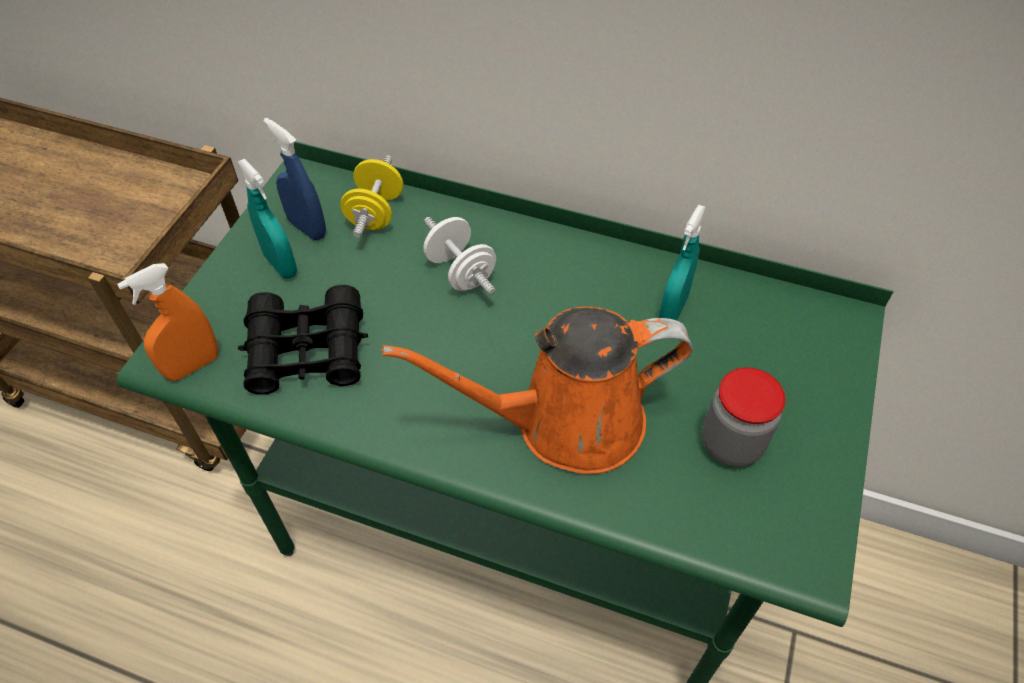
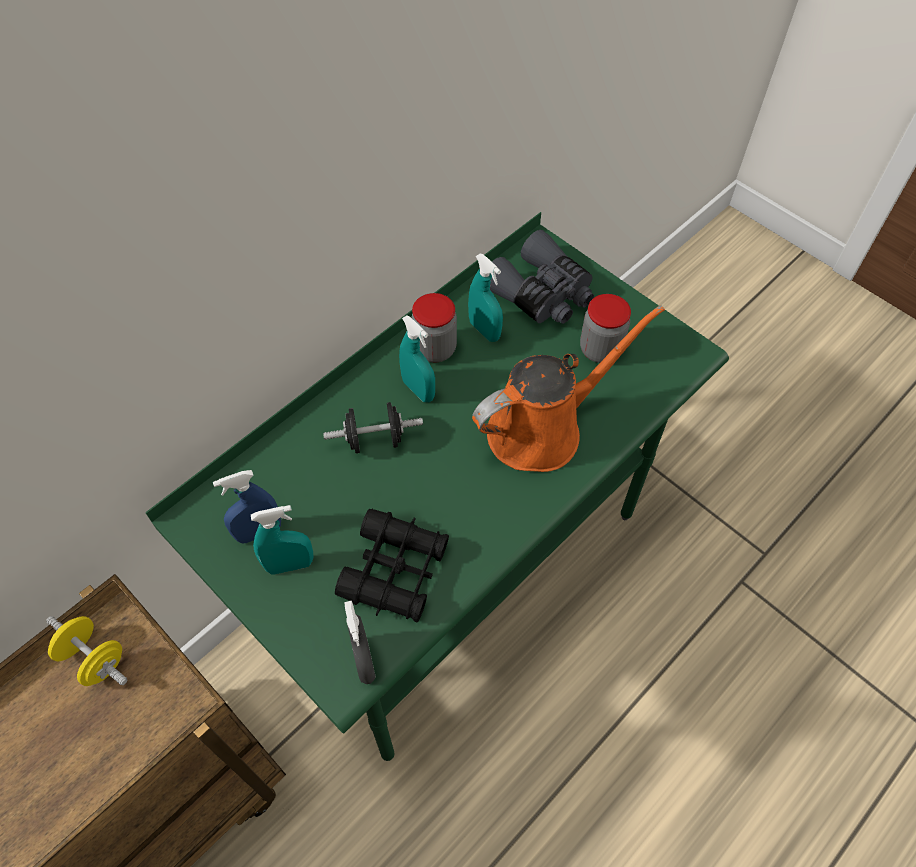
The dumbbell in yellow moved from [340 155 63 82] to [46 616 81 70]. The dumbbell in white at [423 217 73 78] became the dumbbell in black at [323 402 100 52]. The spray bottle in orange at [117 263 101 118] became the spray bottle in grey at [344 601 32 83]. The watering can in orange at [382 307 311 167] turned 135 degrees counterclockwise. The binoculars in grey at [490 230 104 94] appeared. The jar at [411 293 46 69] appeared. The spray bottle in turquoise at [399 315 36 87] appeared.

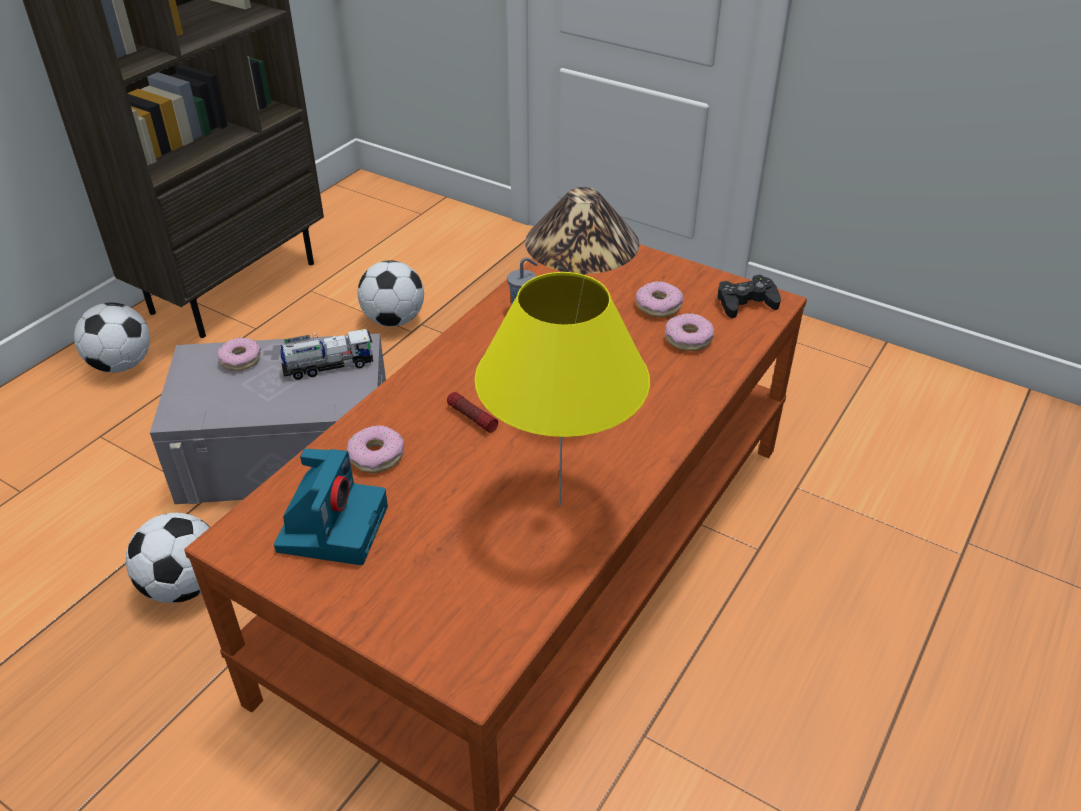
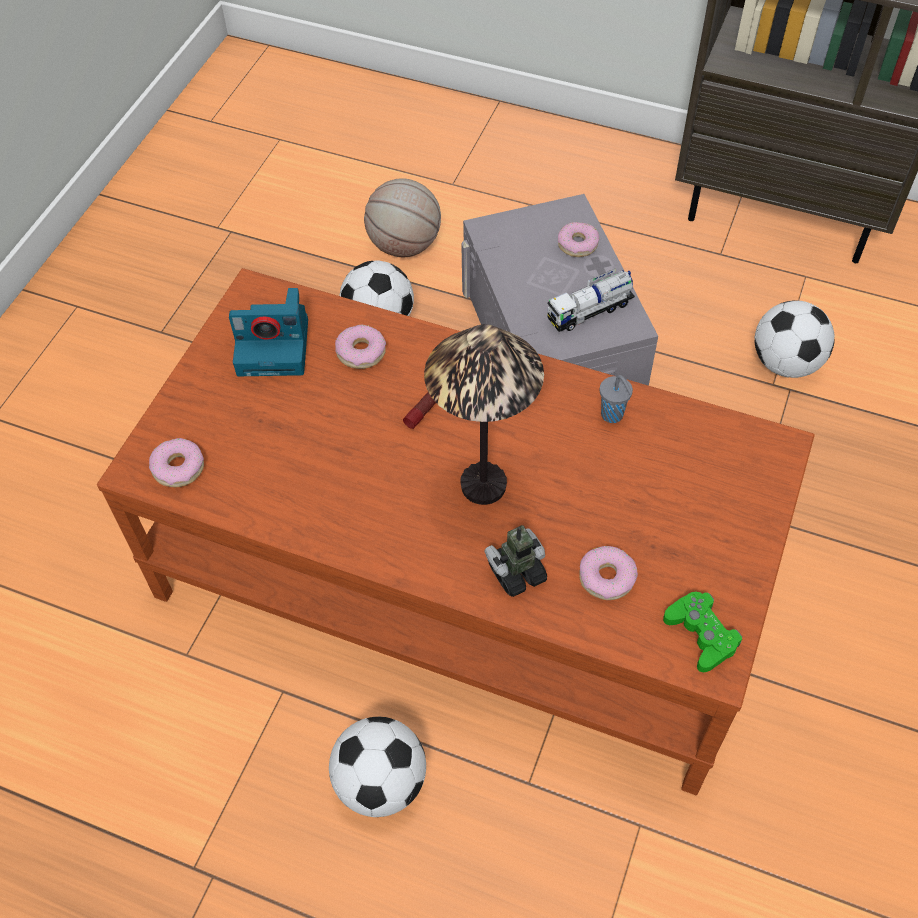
The table lamp in yellow at [475 272 175 233] disappeared. The game controller in black at [718 275 63 43] became the game controller in green at [663 592 79 80]. The donut moved from [636 281 47 36] to [149 438 55 49]. The football moved from [74 303 76 70] to [329 717 97 100]. The toy truck at [281 329 92 51] turned 90 degrees clockwise. The basketball at [364 178 77 79] appeared. The toy robot at [484 525 63 72] appeared.

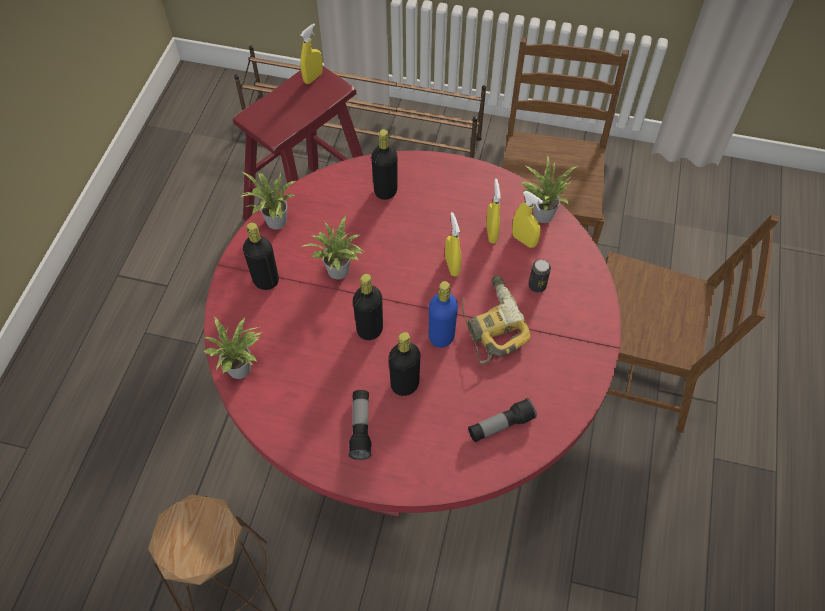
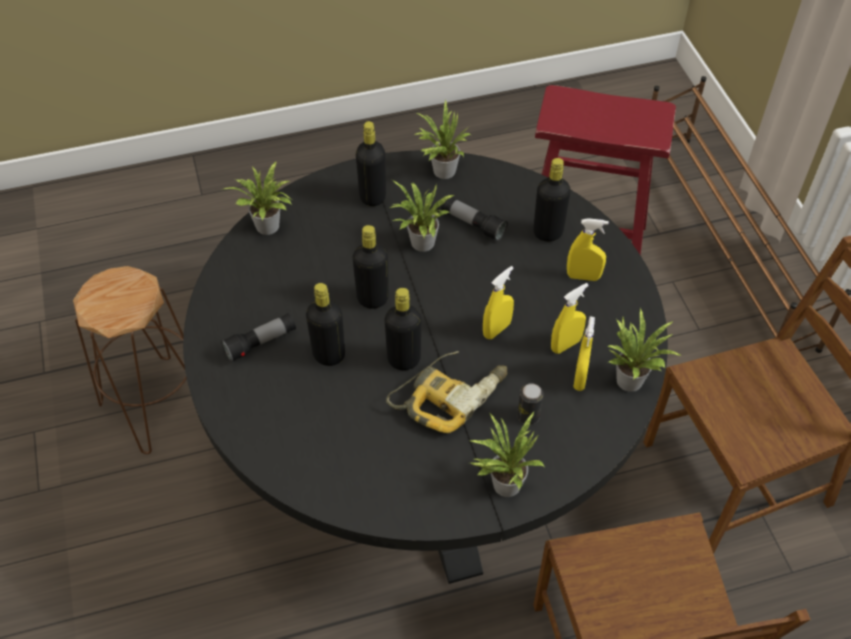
The spray bottle in yellow moved from [300 23 23 61] to [567 218 42 63]. The dining table in red at [204 150 417 368] became the dining table in black at [183 151 485 433]. The bottle in blue at [429 281 29 67] became the bottle in black at [385 288 36 82]. The flashlight moved from [468 398 69 44] to [441 197 67 44]. The potted plant at [468 412 77 85] appeared.

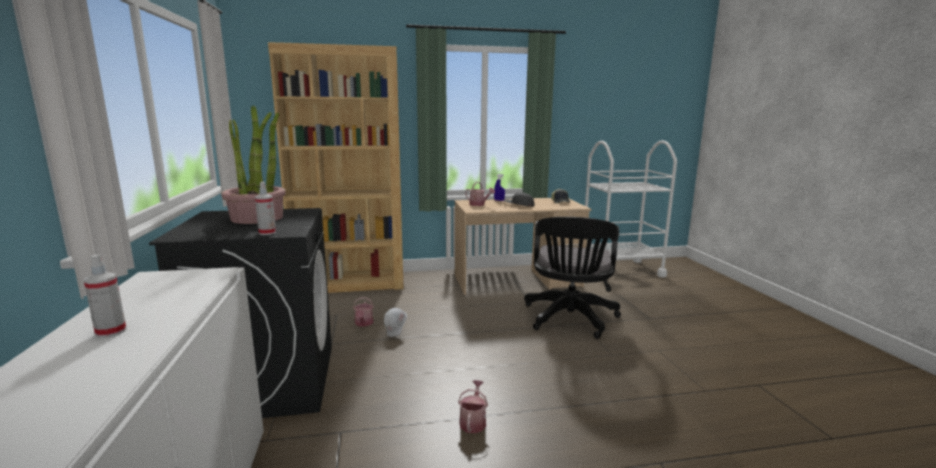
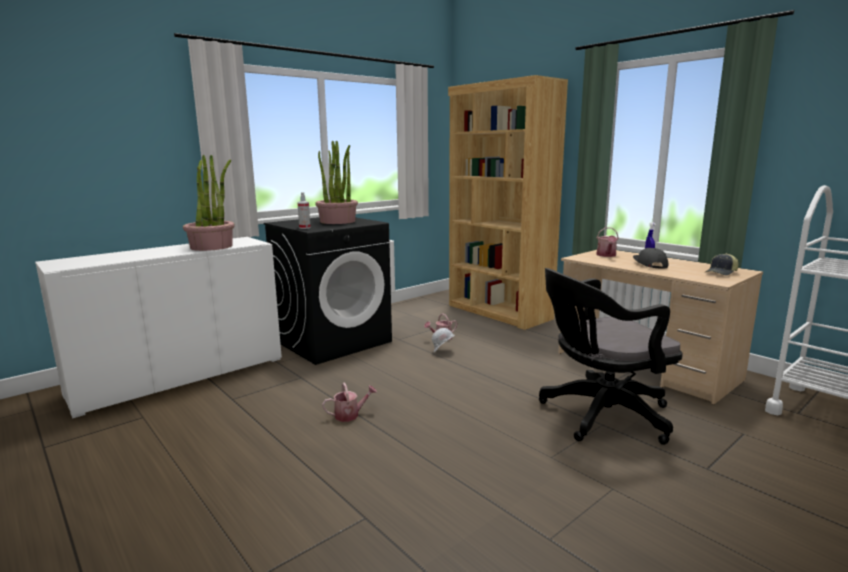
The spray bottle at [84 255 42 83] disappeared. The potted plant at [183 155 52 96] appeared.

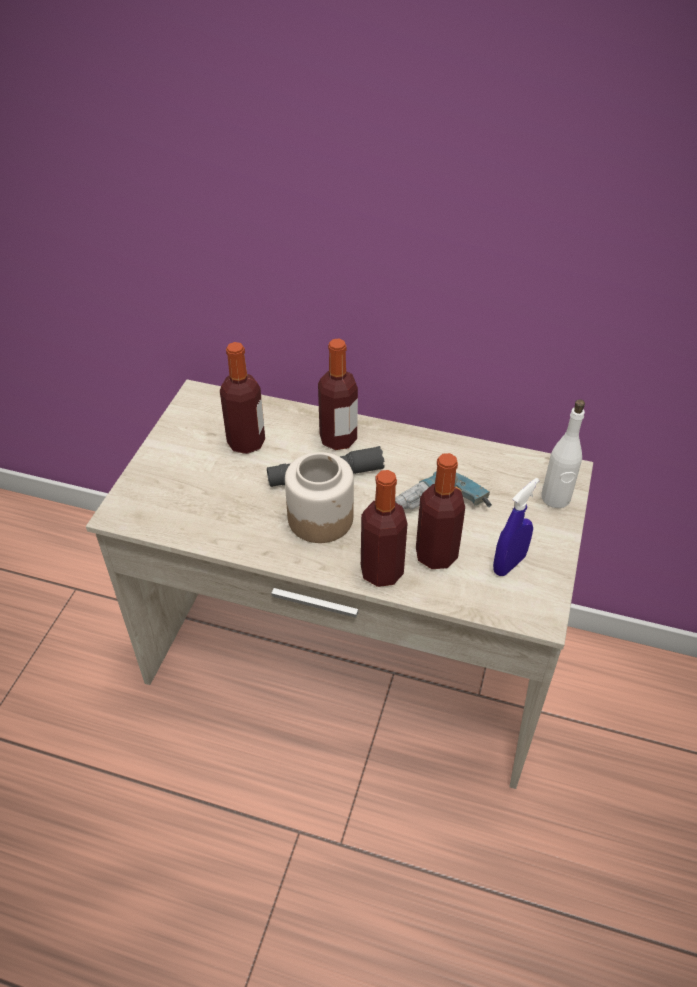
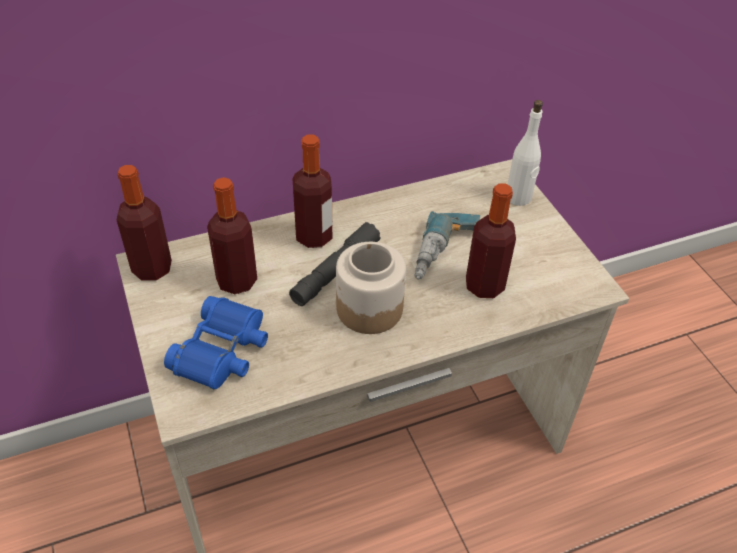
The bottle moved from [361 470 47 117] to [117 165 55 116]. The spray bottle in blue at [493 478 46 98] disappeared. The binoculars in blue at [164 296 104 93] appeared.

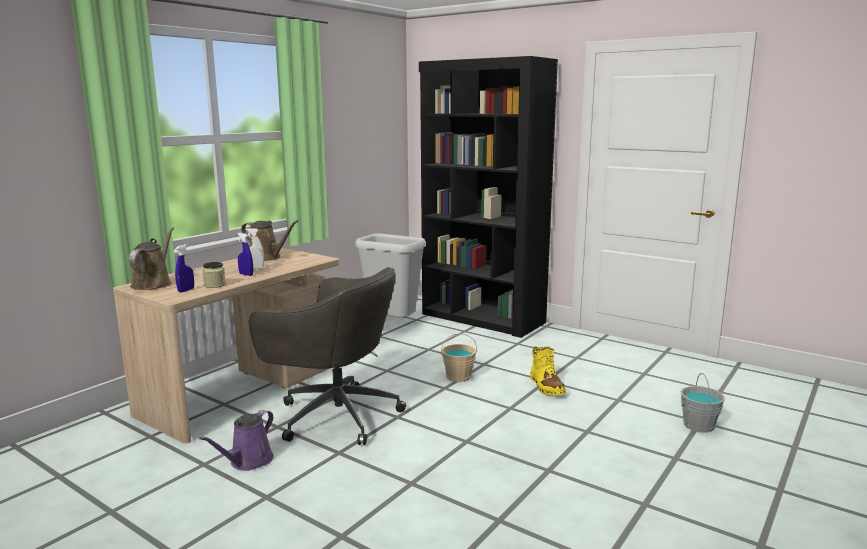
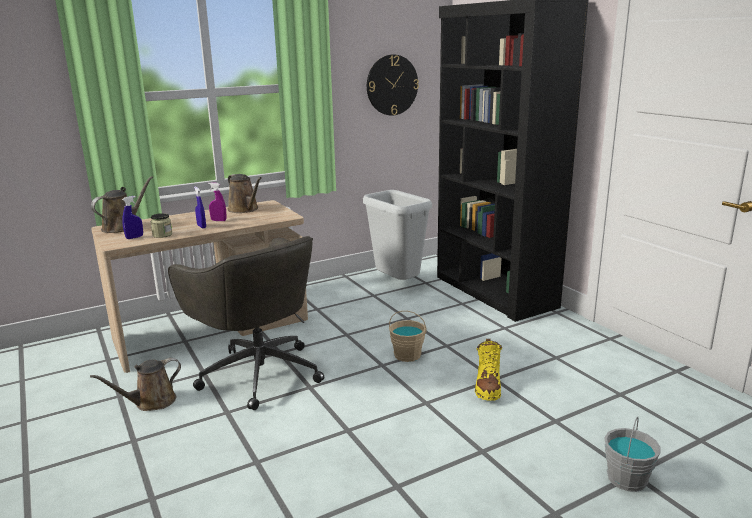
The spray bottle in white at [245 228 19 41] became the spray bottle in purple at [208 182 18 39]. The watering can in purple at [199 410 75 61] became the watering can in brown at [90 358 91 53]. The wall clock at [367 55 52 60] appeared.

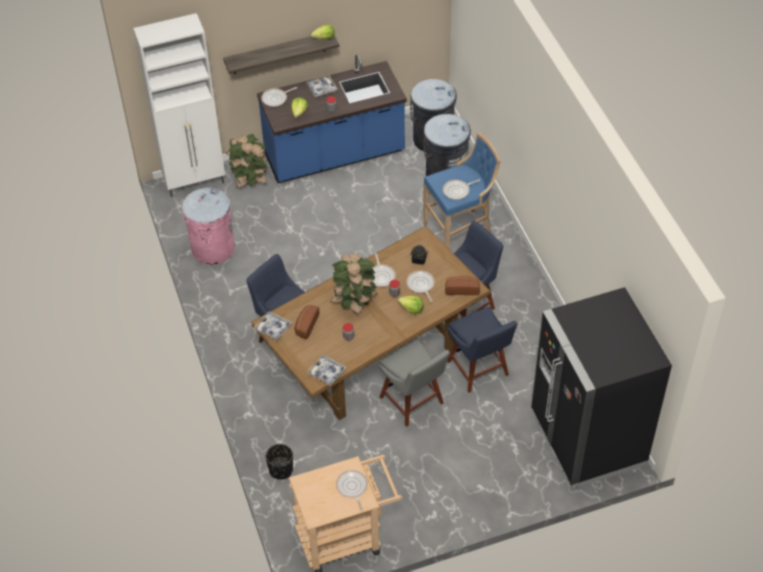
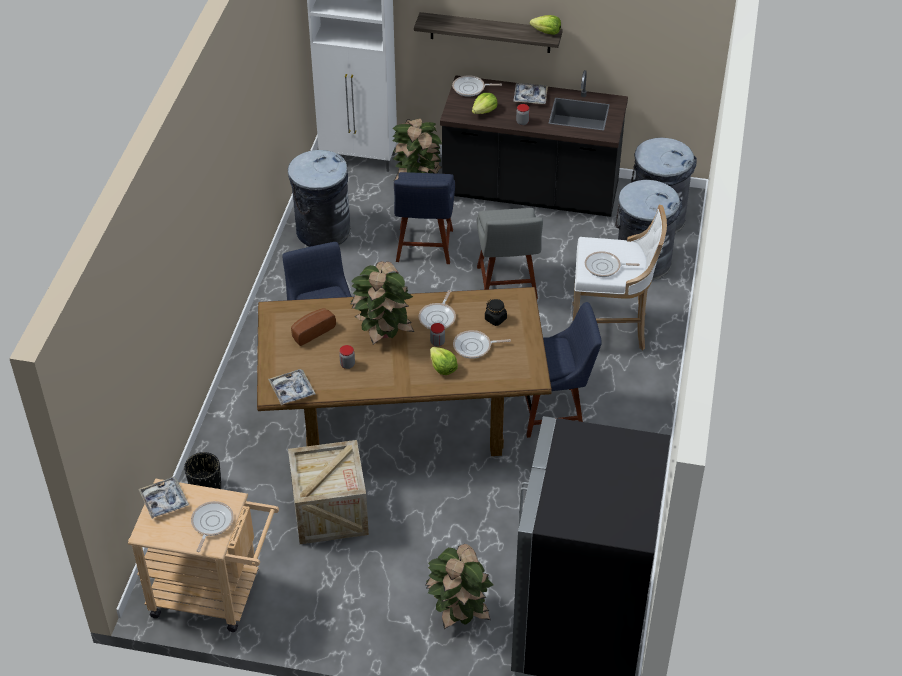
The counter in blue at [257 55 150 128] became the counter in black at [440 70 188 147]. The stool in blue at [423 133 78 116] became the stool in white at [572 205 95 145]. The trash can in pink at [182 188 53 77] became the trash can in grey at [288 150 63 97]. The frying pan at [406 271 29 31] turned 105 degrees counterclockwise. The bread at [445 276 35 19] disappeared. The chair in blue moved from [447 306 70 87] to [394 172 61 92]. The tray moved from [253 311 39 30] to [138 477 51 42]. The chair in grey moved from [378 337 72 90] to [477 208 66 91]. The crate at [288 440 81 104] appeared. The potted plant at [425 544 68 85] appeared.

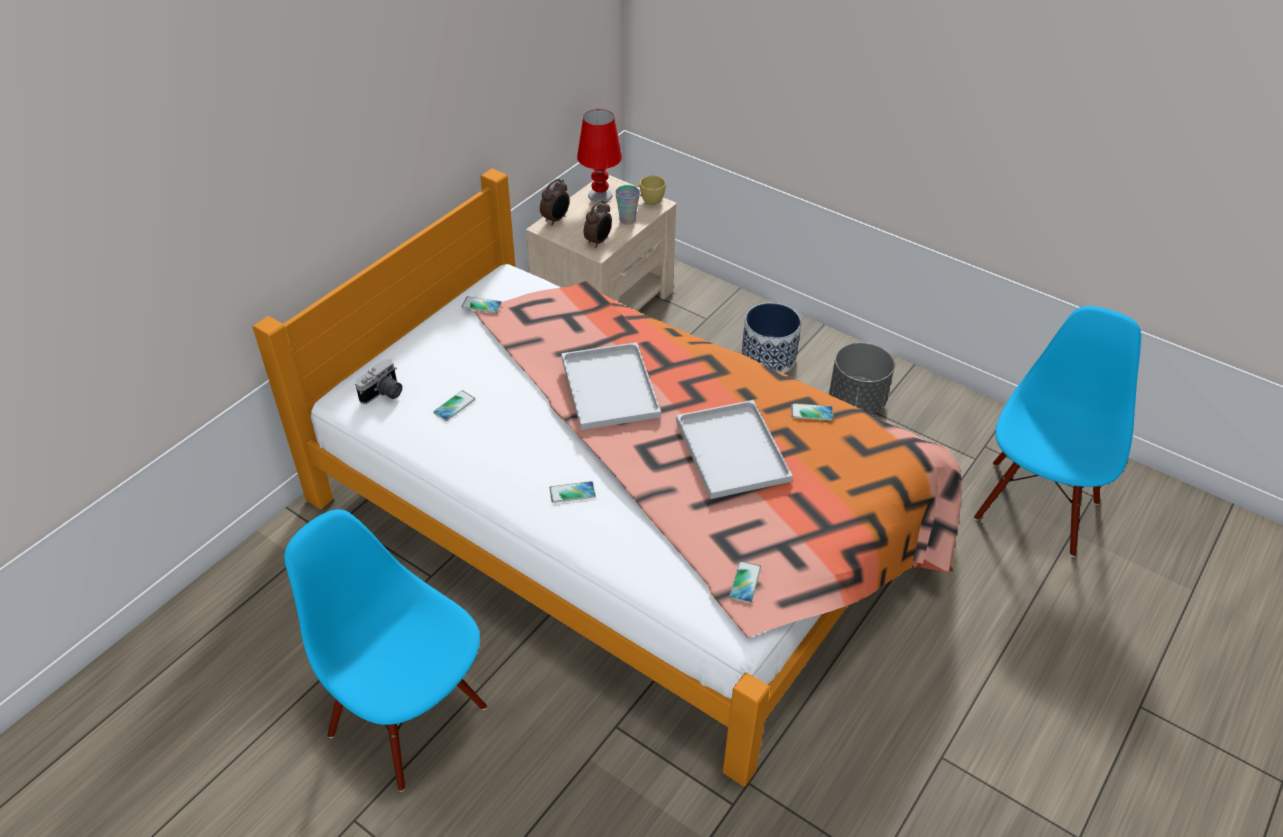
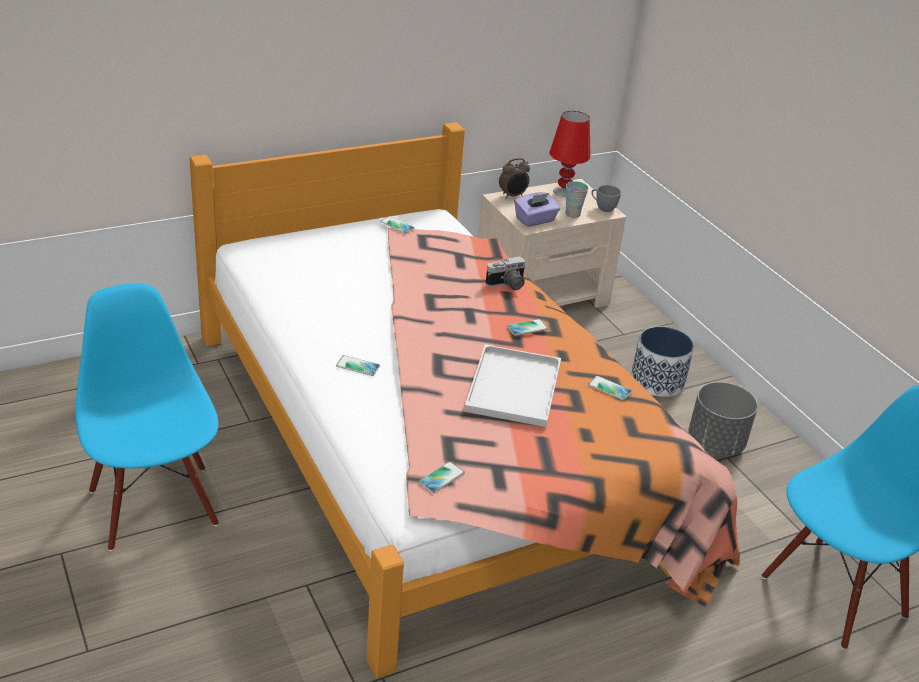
The cup in yellow at [635 176 31 29] became the cup in grey at [591 185 30 27]. The alarm clock at [584 200 28 48] was replaced by the tissue box in purple at [514 192 46 35]. The tray in white at [561 342 100 88] disappeared. The photo camera moved from [355 359 47 45] to [486 256 40 34]. The phone moved from [433 390 42 31] to [507 319 41 17].

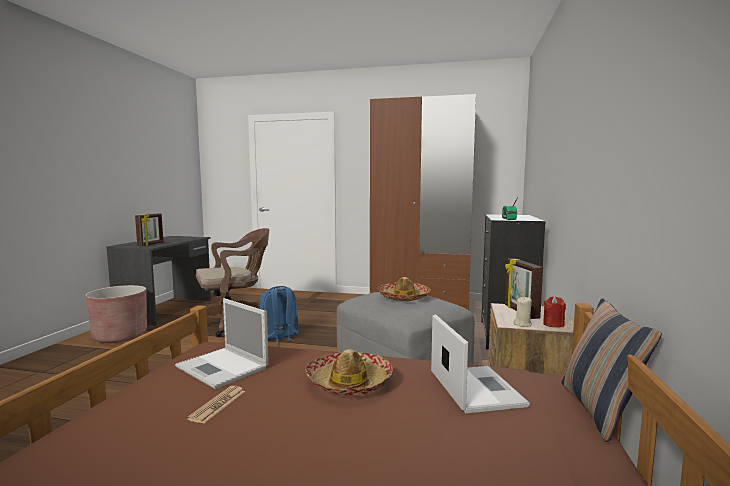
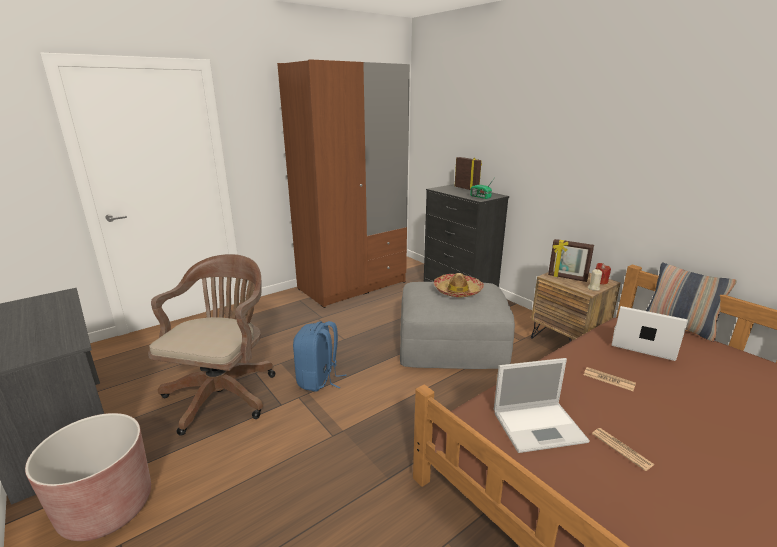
The picture frame moved from [135 214 28 32] to [455 157 27 33]. The hat at [305 349 88 46] was replaced by the newspaper at [584 367 52 24].

